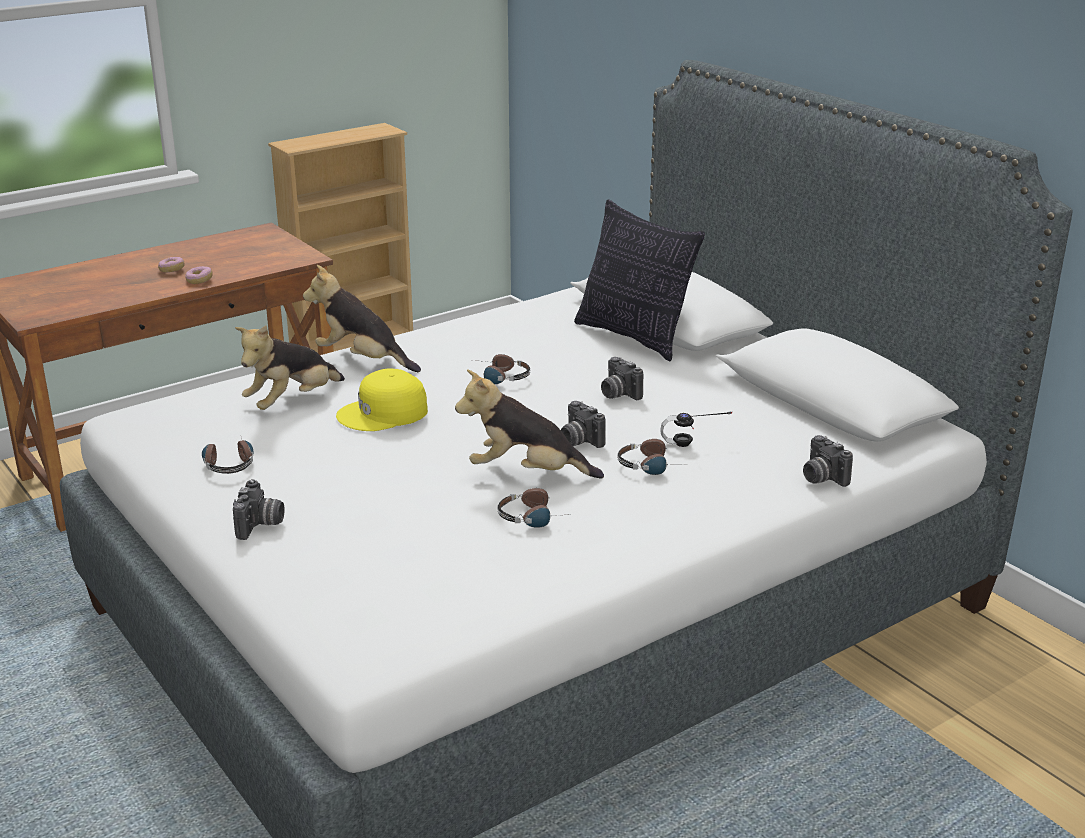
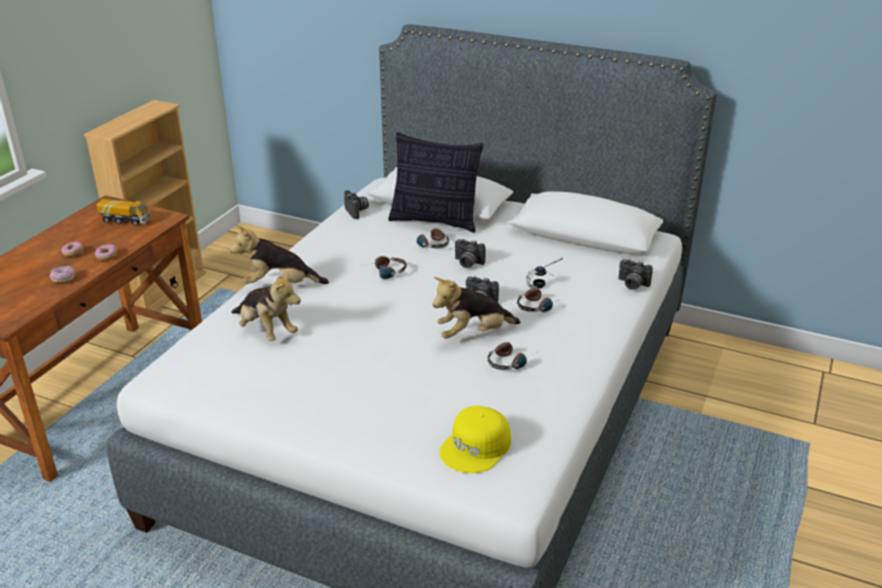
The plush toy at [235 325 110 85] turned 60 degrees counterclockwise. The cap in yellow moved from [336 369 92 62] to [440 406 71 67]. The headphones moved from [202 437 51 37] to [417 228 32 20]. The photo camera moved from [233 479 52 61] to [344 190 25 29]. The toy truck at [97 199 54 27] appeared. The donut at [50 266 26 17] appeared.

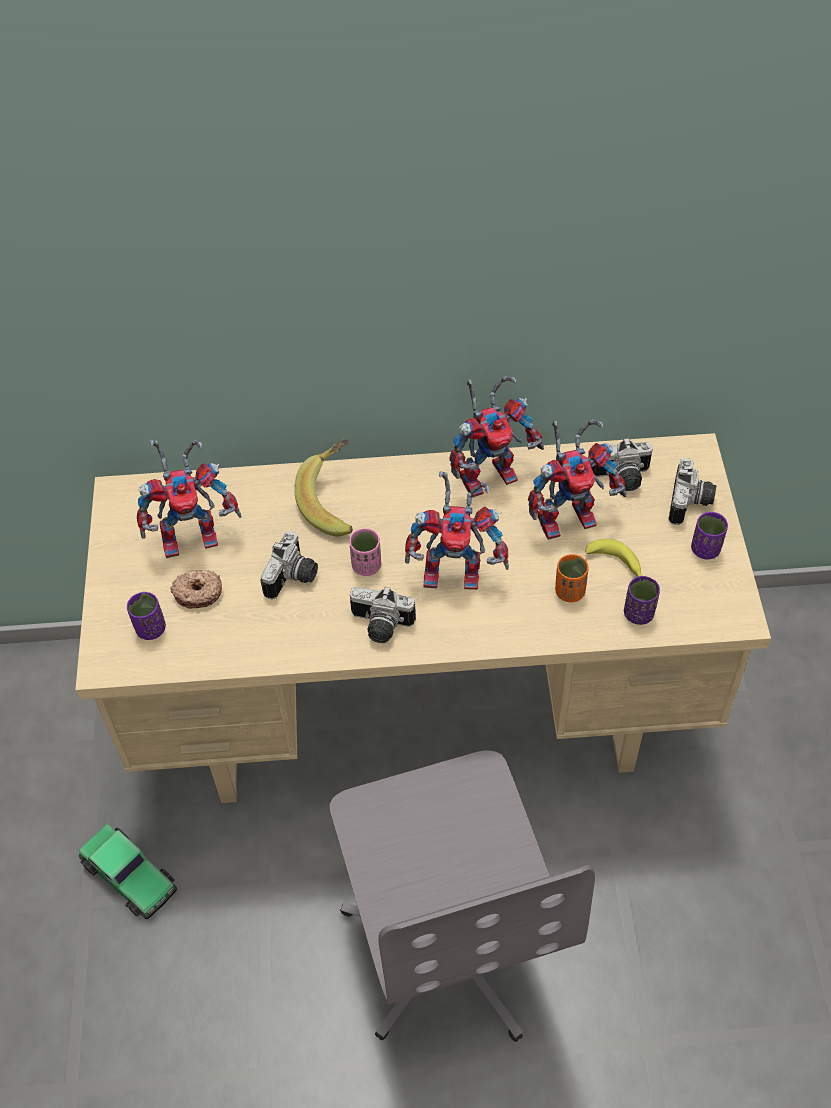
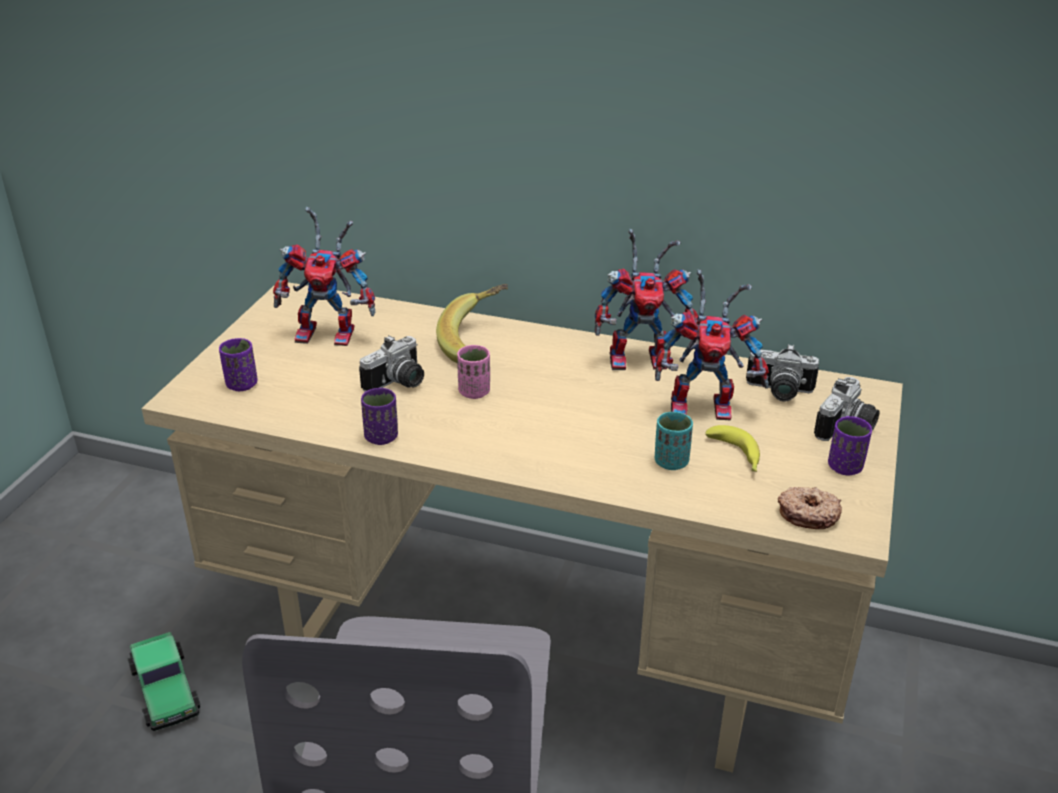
The toy robot at [405 471 104 119] disappeared. The cup in orange at [555 554 34 48] became the cup in turquoise at [655 412 38 58]. The donut moved from [170 570 52 38] to [778 487 64 42]. The cup in purple moved from [624 576 36 49] to [361 388 37 57]. The photo camera at [350 586 66 57] disappeared.

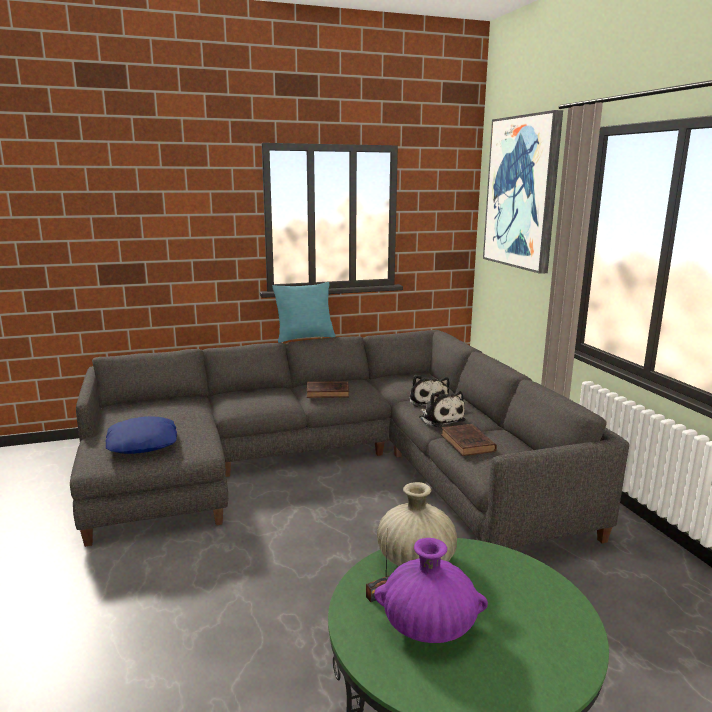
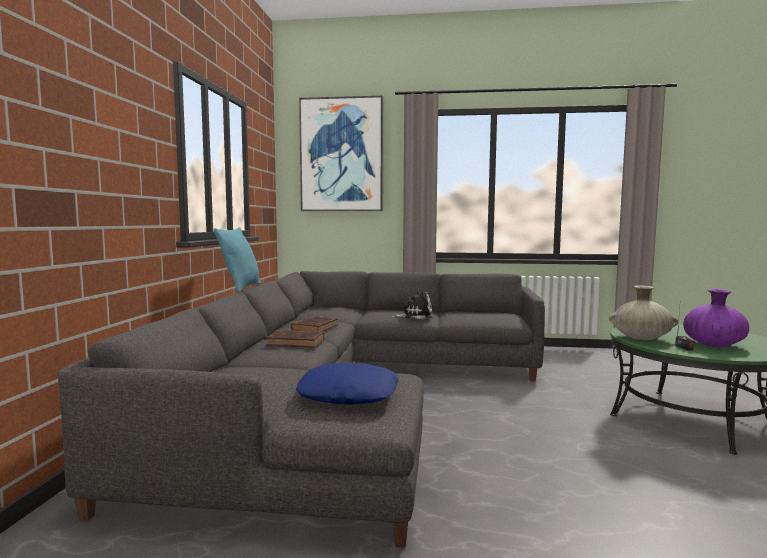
The plush toy at [409 375 41 32] disappeared. The book in brown moved from [441 424 56 32] to [266 330 58 18].

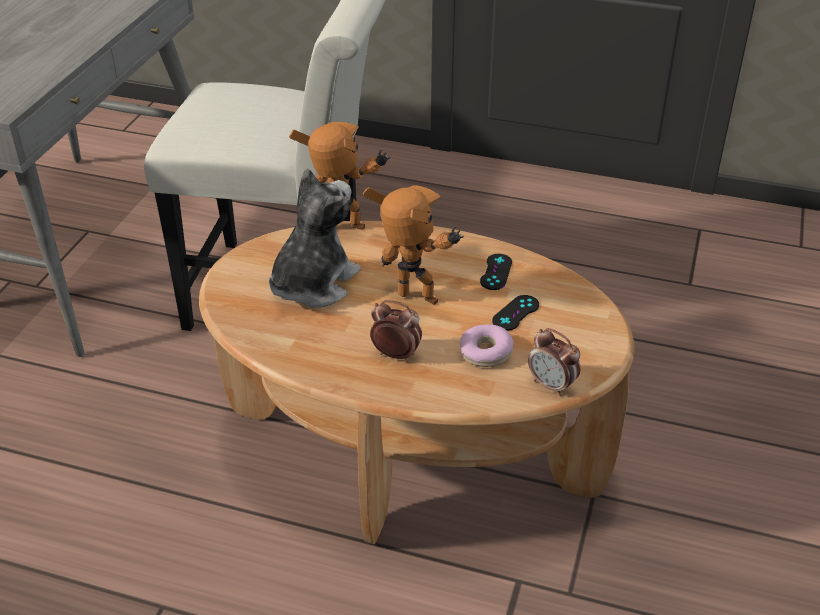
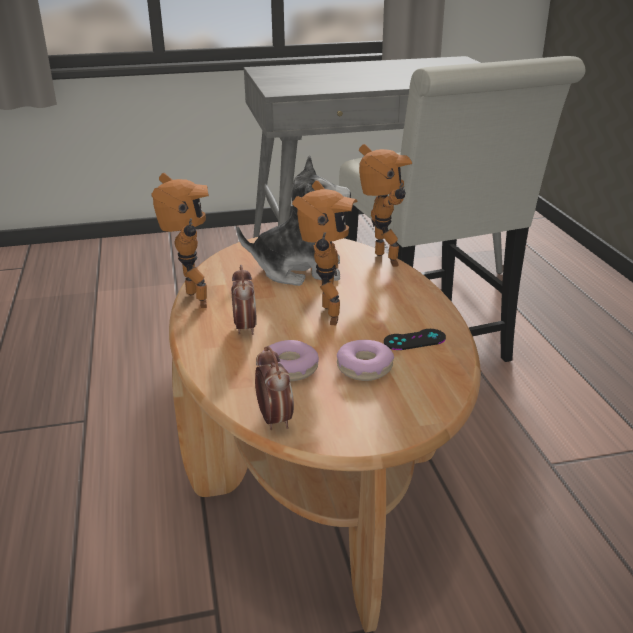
The game controller in black at [492 295 47 36] was replaced by the donut at [337 340 57 41]. The alarm clock at [528 328 53 68] turned 150 degrees clockwise. The toy robot at [151 173 58 135] appeared.

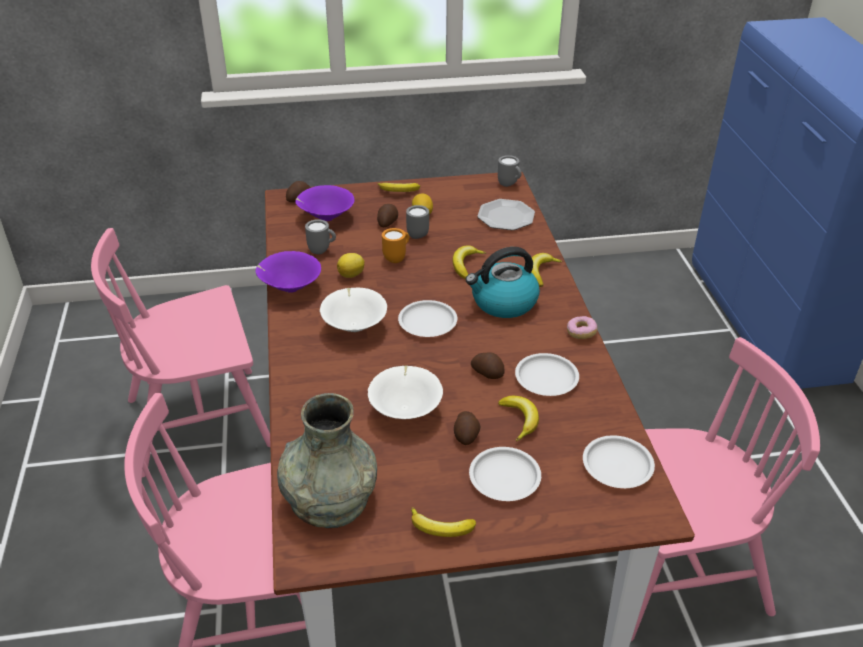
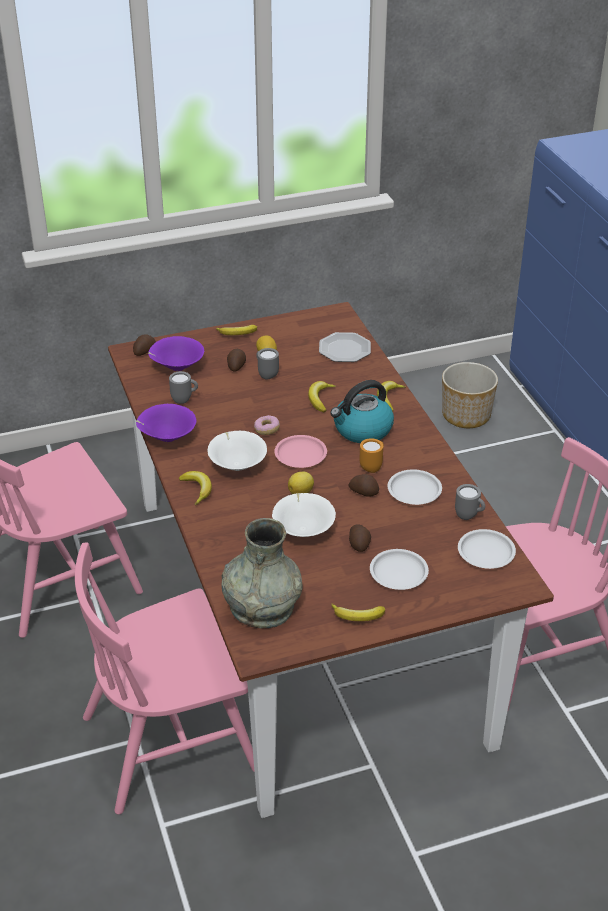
The mug in grey moved from [498 155 24 32] to [455 484 30 36]. The mug in orange moved from [382 228 28 35] to [359 438 25 35]. The lemon moved from [337 253 28 25] to [288 472 26 22]. The plate in white at [398 300 59 37] became the plate in pink at [274 435 53 33]. The donut moved from [567 316 30 23] to [254 415 26 20]. The banana moved from [498 396 41 45] to [179 471 33 34]. The planter at [442 362 56 66] appeared.

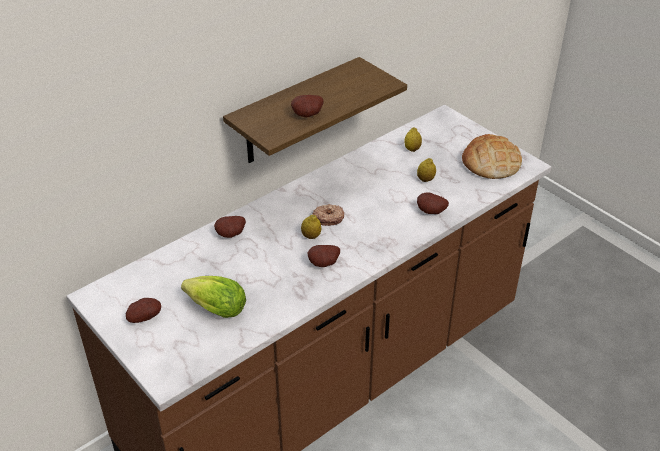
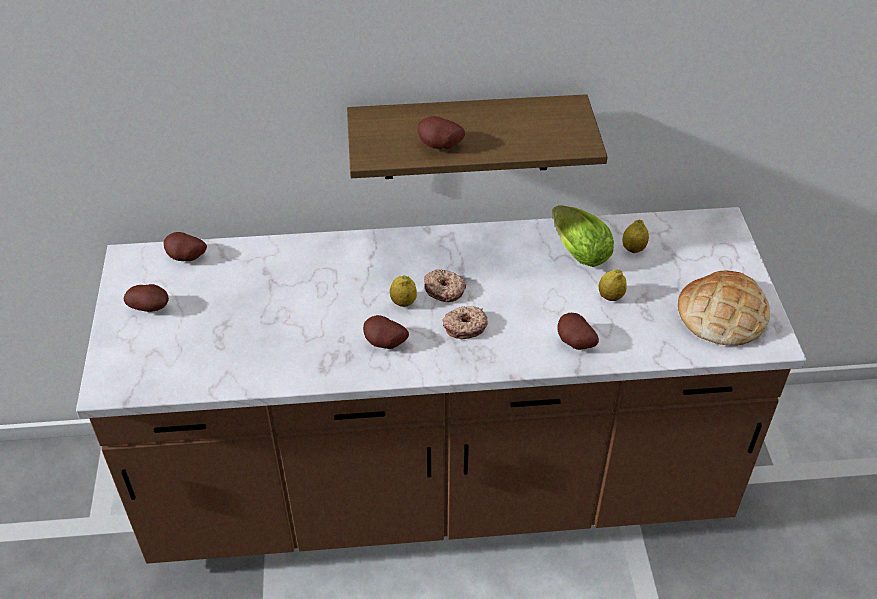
The potato moved from [214 216 32 22] to [163 232 44 29]. The lettuce moved from [181 276 65 42] to [552 205 62 62]. The donut at [443 306 45 33] appeared.

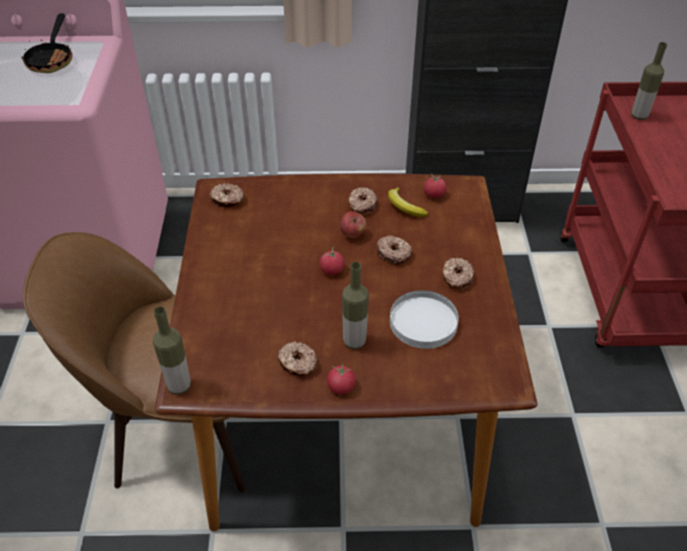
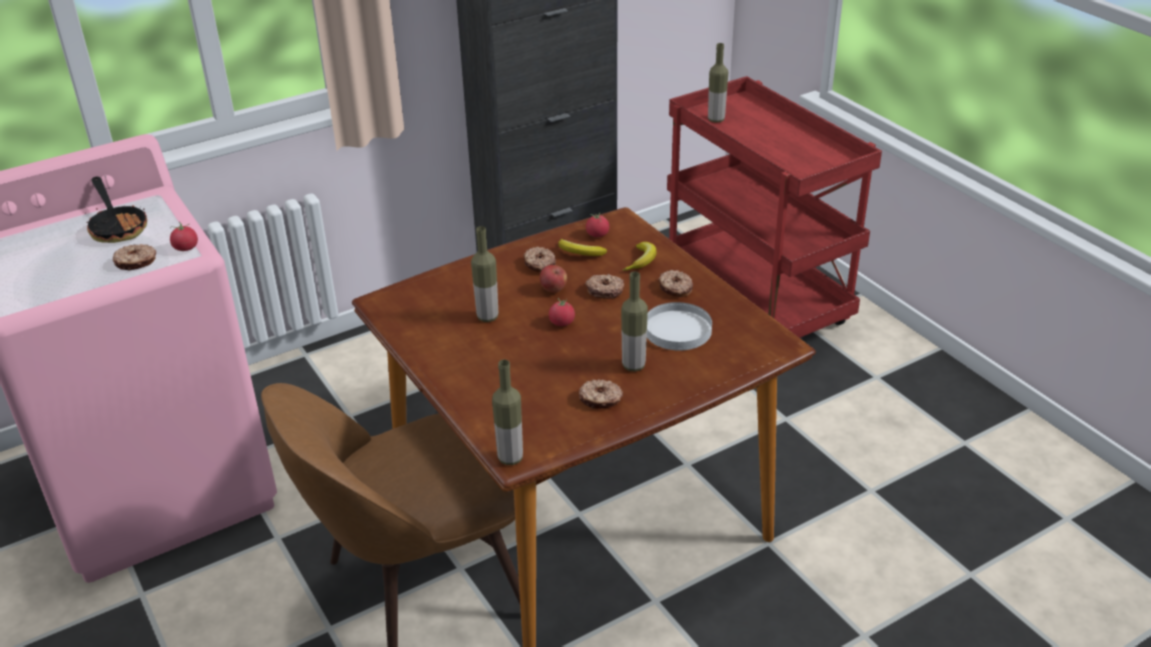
The donut moved from [209 183 35 24] to [113 244 43 27]. The tomato moved from [327 363 29 31] to [170 221 28 30]. The bottle at [471 226 27 96] appeared. The banana at [622 242 35 29] appeared.

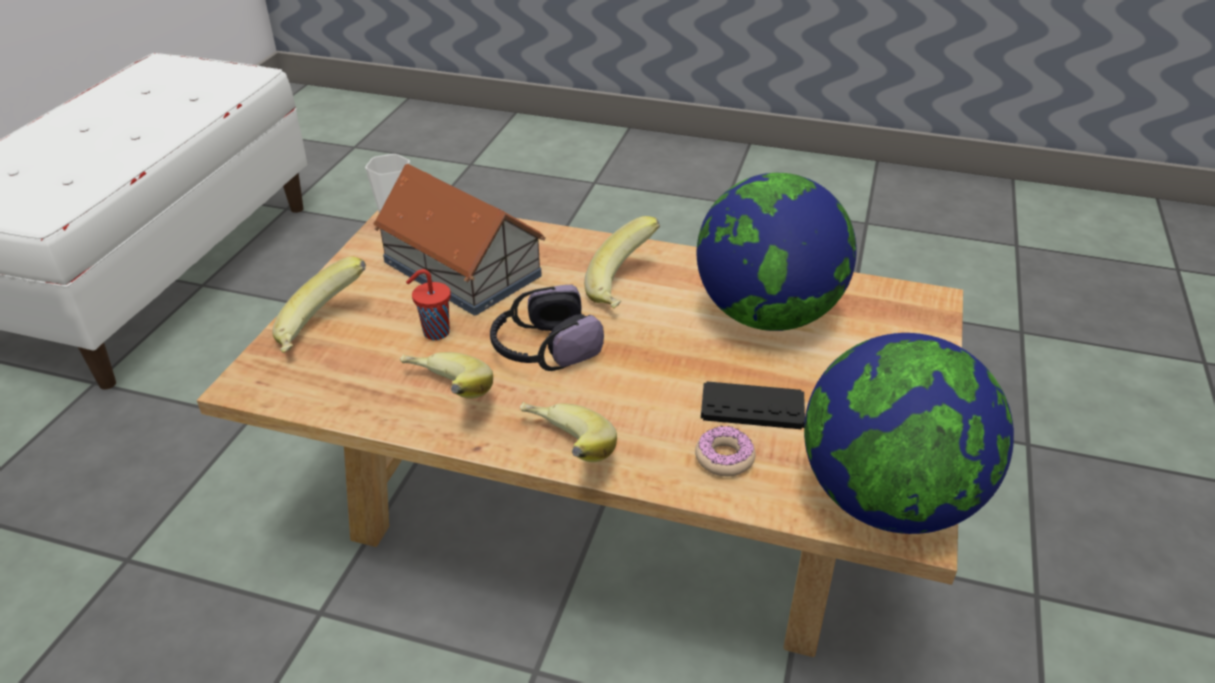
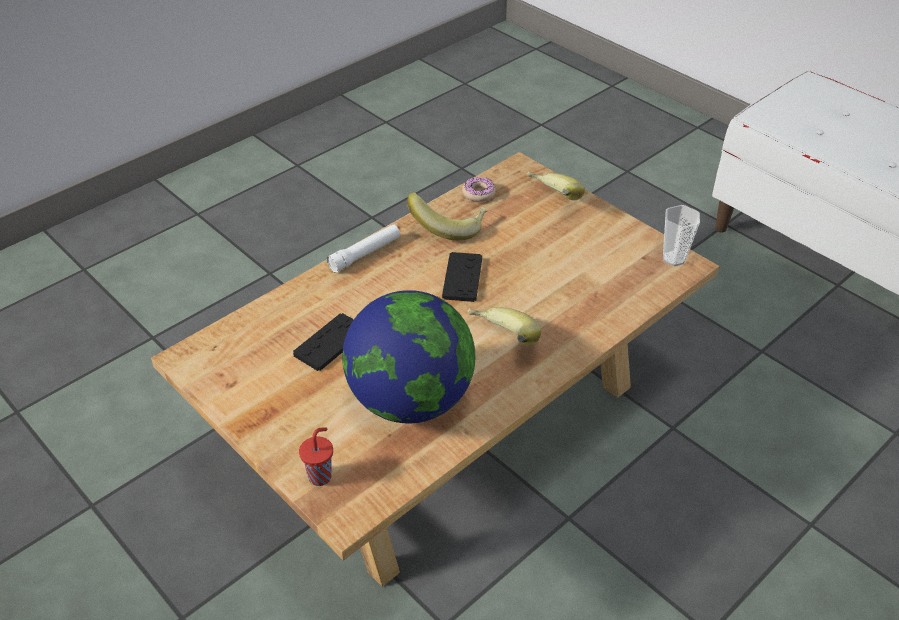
The toy house at [373 164 173 152] disappeared. The cup in red moved from [406 269 45 71] to [299 428 34 58]. The headphones at [490 285 114 86] was replaced by the game controller in black at [442 252 40 50]. The globe at [804 333 210 201] disappeared. The banana at [520 402 97 60] was replaced by the flashlight in white at [327 224 73 49]. The donut moved from [695 425 61 52] to [462 177 34 25].

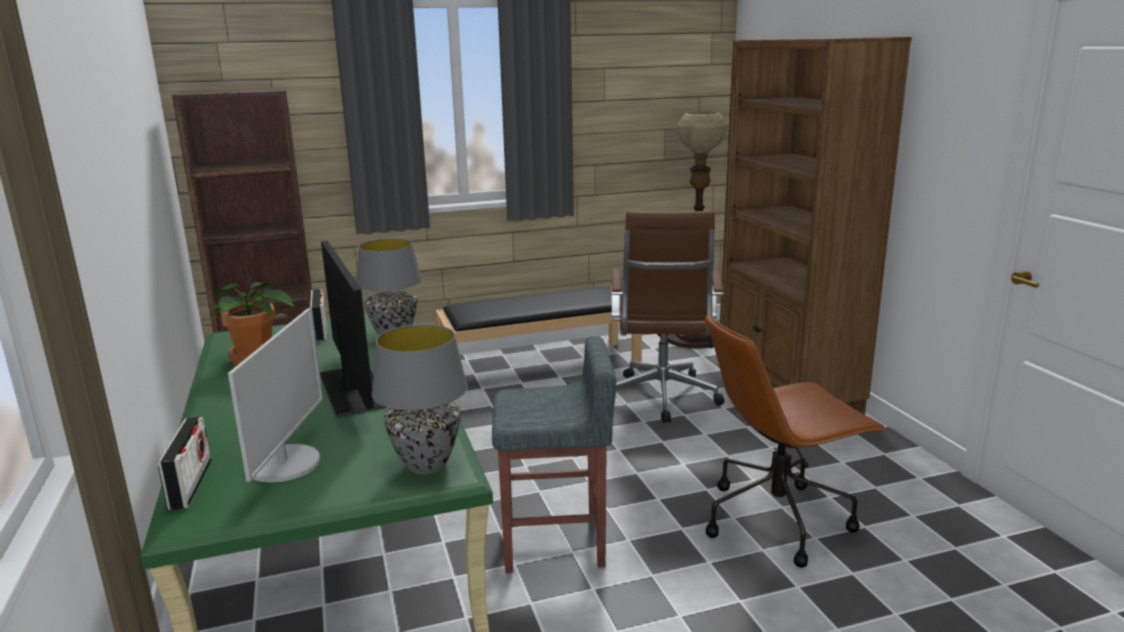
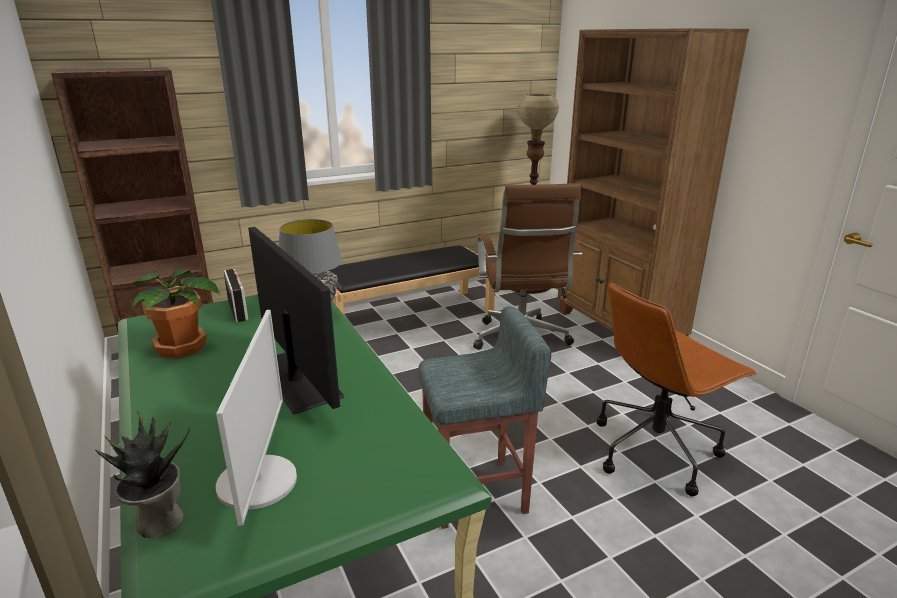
The table lamp in grey at [372 324 96 151] disappeared. The radio at [158 417 53 93] was replaced by the potted plant at [95 410 95 128].

